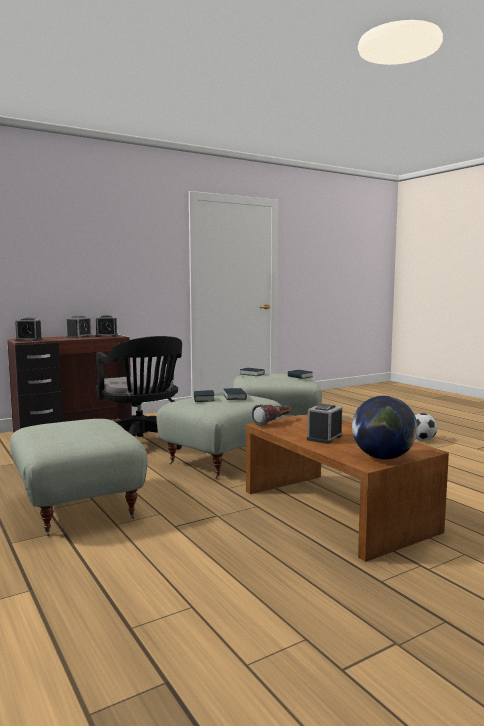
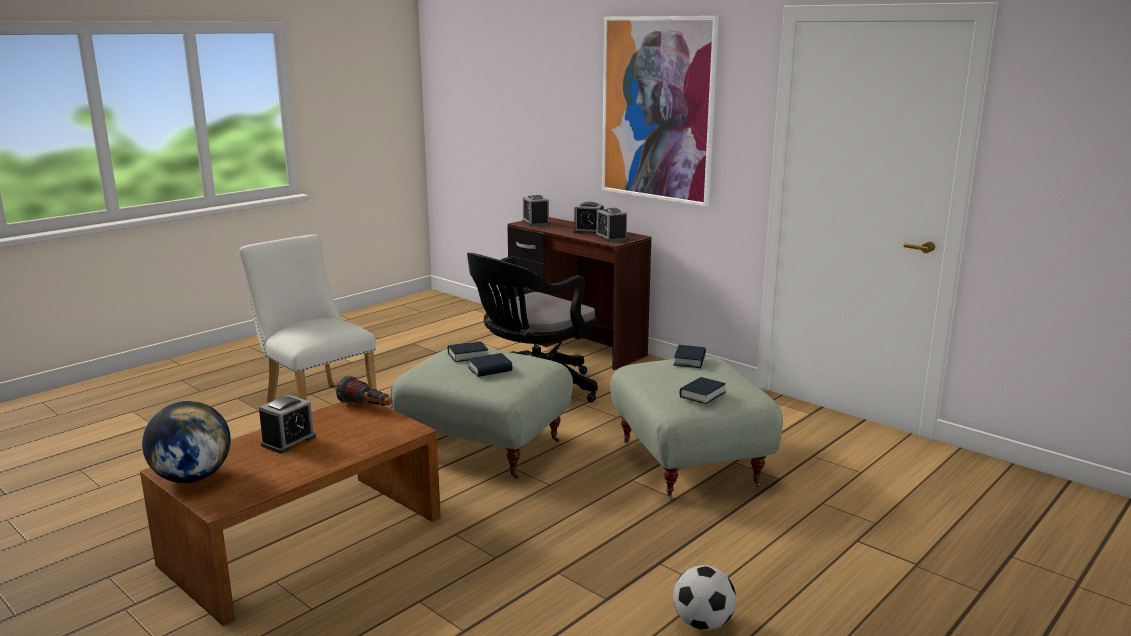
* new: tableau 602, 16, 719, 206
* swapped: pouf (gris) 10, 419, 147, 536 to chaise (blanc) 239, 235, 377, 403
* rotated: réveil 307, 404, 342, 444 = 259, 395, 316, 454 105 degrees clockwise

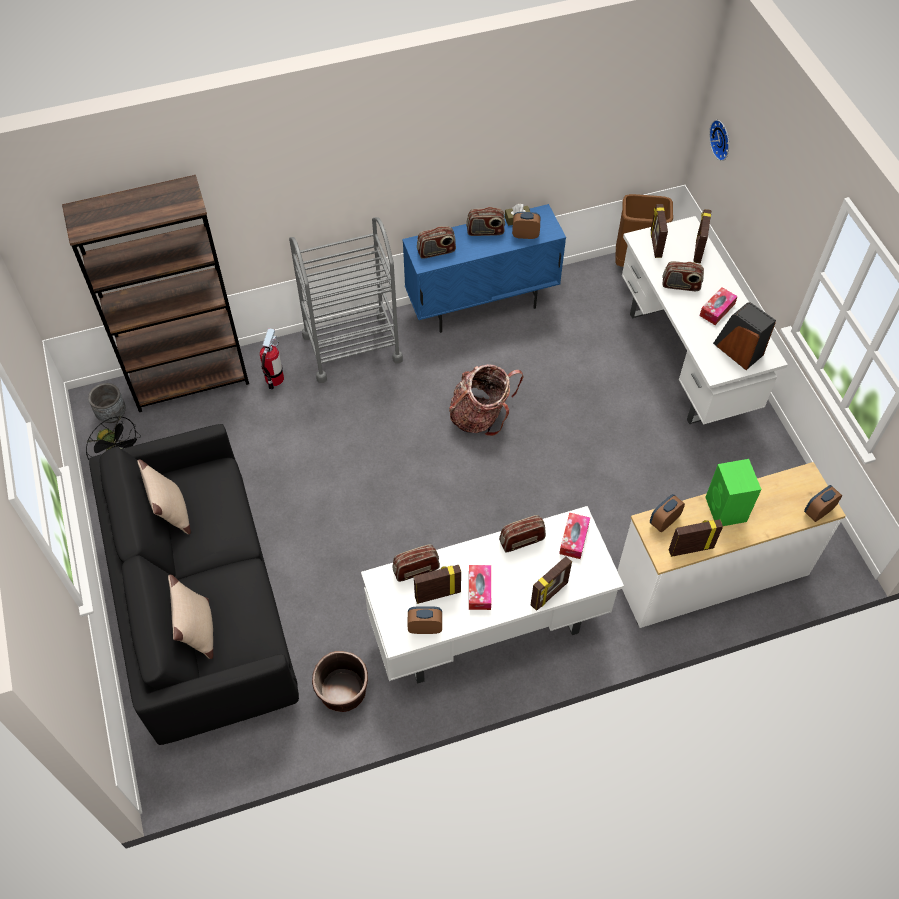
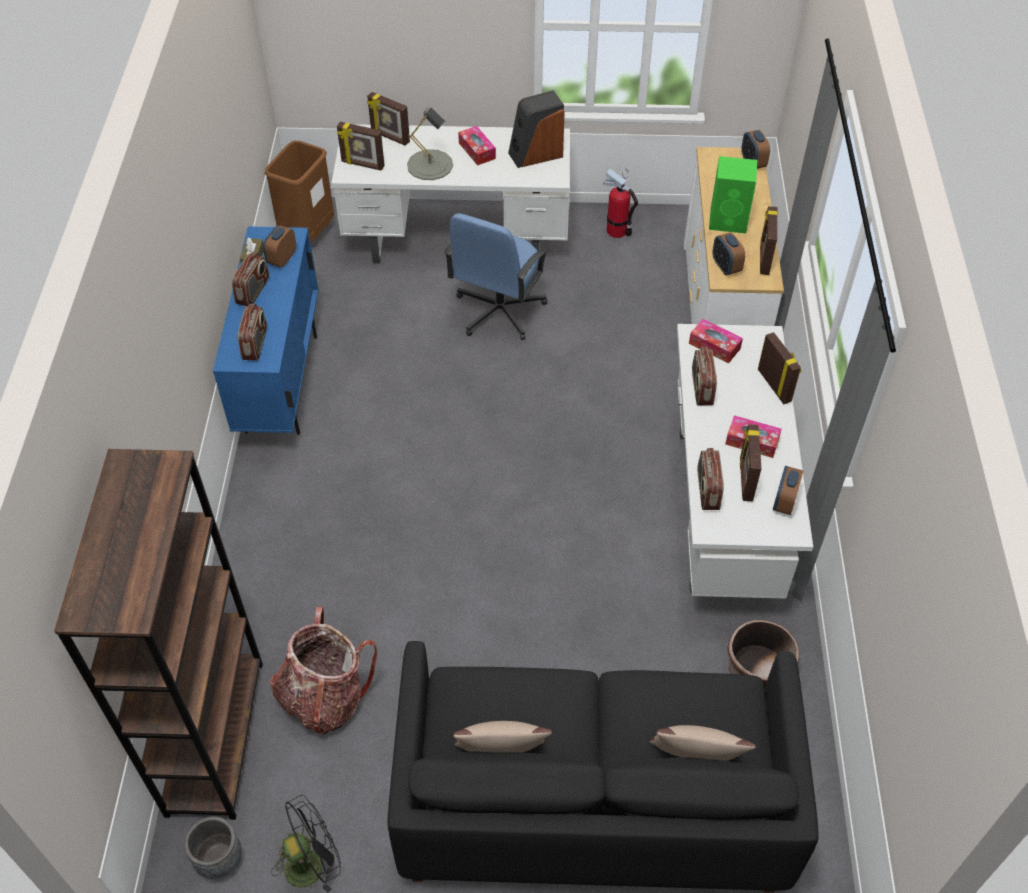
* gone: chariot (gris) 289, 217, 403, 383
* gone: horloge murale 709, 120, 729, 161
* new: chaise de bureau (bleu) 444, 213, 548, 340
* shifted: extincteur 260, 328, 284, 390 to 603, 169, 638, 238
* shifted: sac à dos 449, 364, 524, 436 to 270, 606, 377, 735
* swapped: radio 662, 261, 704, 291 to lampe de table (gris) 407, 108, 453, 180

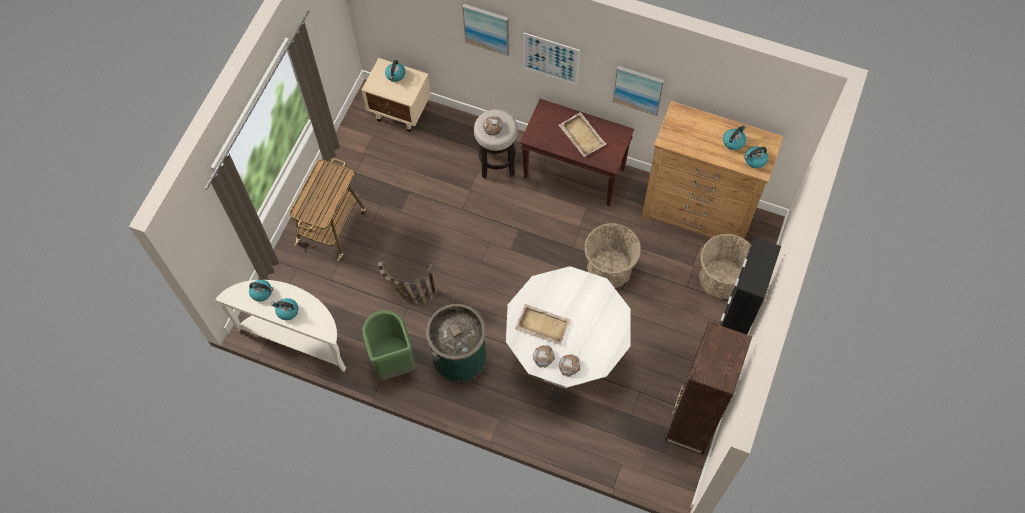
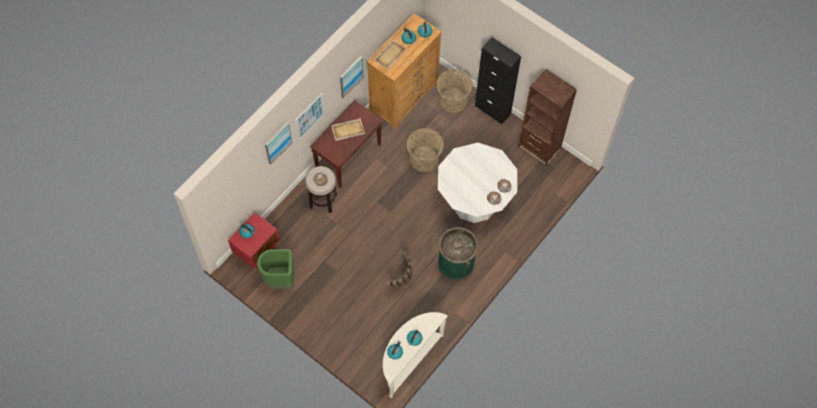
* gone: chariot 289, 158, 366, 261
* shifted: poubelle (vert) 363, 310, 416, 380 to 257, 249, 294, 289
* shifted: plateau (beige) 515, 304, 571, 345 to 374, 40, 407, 70
* repainted: table de chevet (beige) 362, 58, 431, 132 to table de chevet (rouge) 228, 212, 280, 268

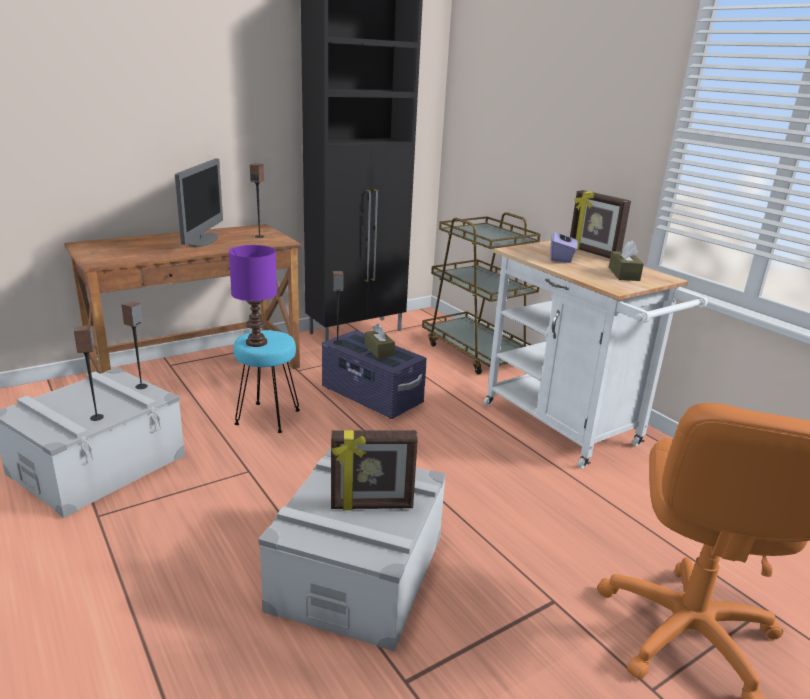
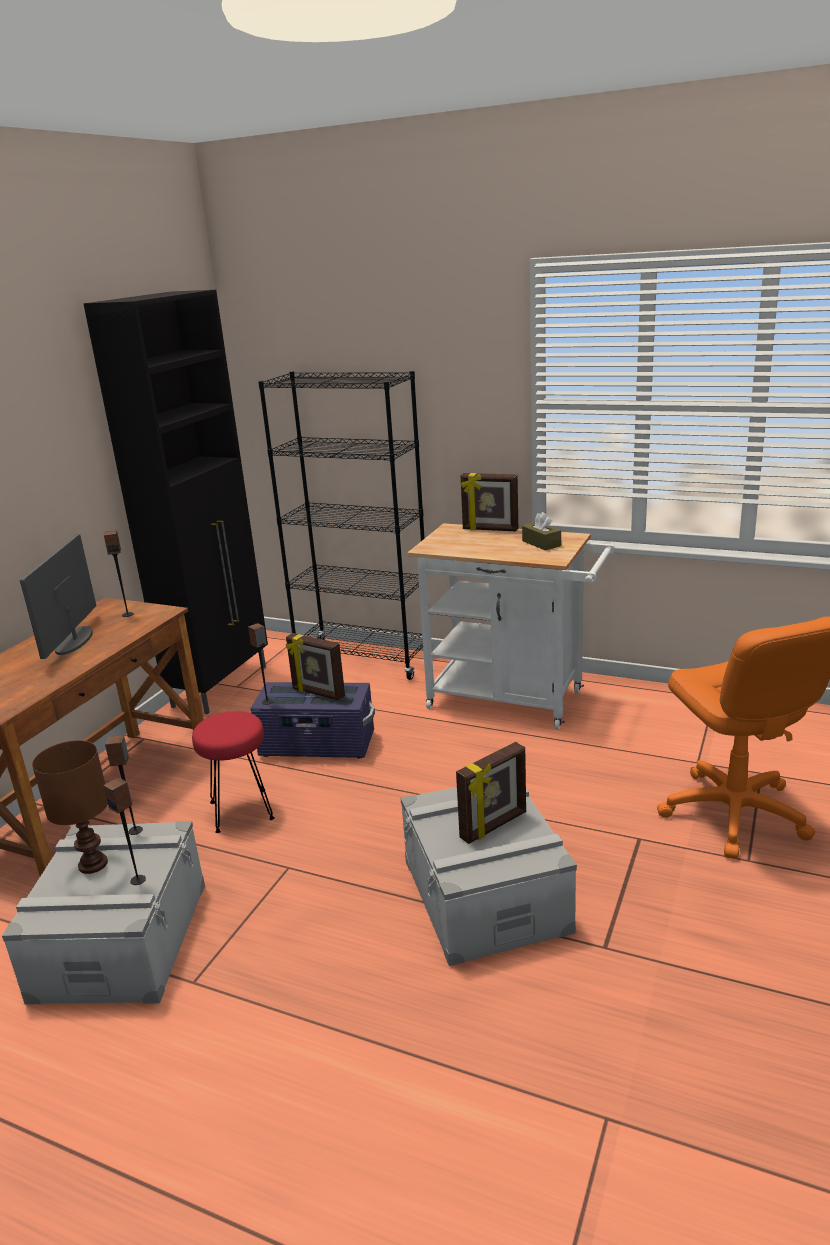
* gone: lampe de table (violet) 229, 245, 277, 347
* gone: boîte à mouchoirs (violet) 550, 228, 578, 263
* new: lampe de table (marron) 32, 740, 108, 874
* swapped: boîte à mouchoirs (marron) 365, 324, 395, 359 to cadre photo 286, 633, 345, 700
* swapped: chariot (marron) 422, 212, 541, 374 to bibliothèque (noir) 258, 371, 433, 680
* repainted: tabouret (turquoise) 233, 330, 300, 433 to tabouret (rouge) 192, 711, 275, 833
* rotated: écran d'ordinateur 175, 159, 223, 247 = 20, 534, 96, 659 150 degrees counterclockwise

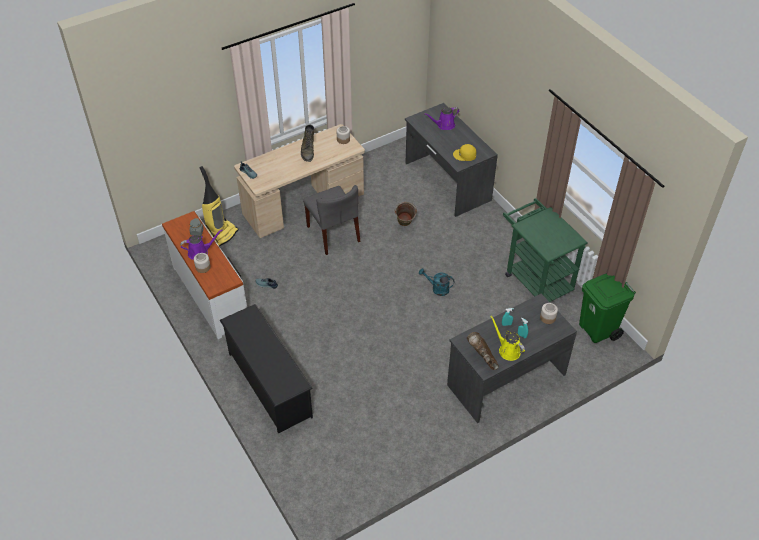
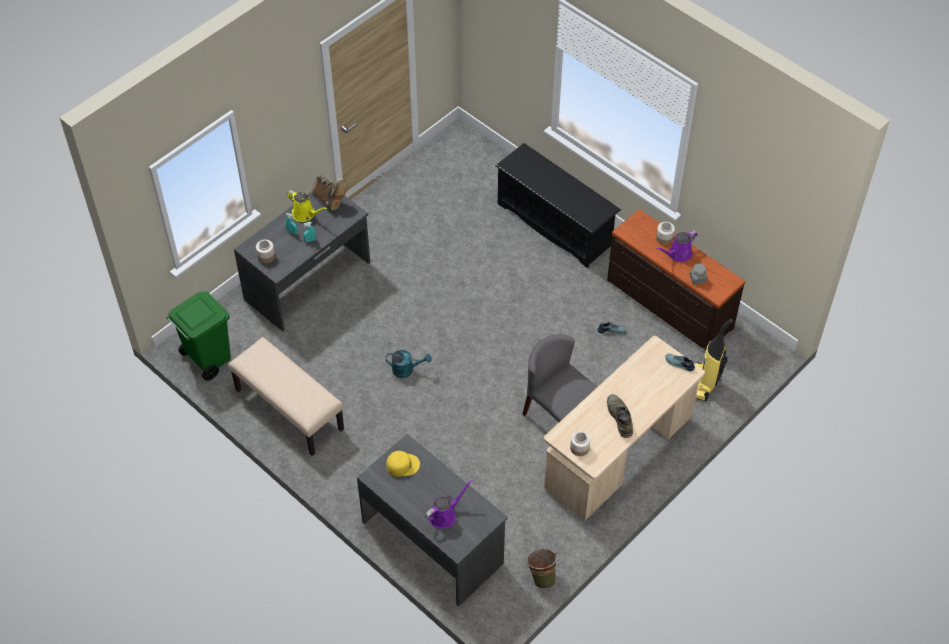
* shifted: seau (vert) 395, 202, 417, 226 to 526, 549, 558, 589
* swapped: chariot (vert) 503, 198, 588, 302 to banc (beige) 228, 337, 344, 456
* repainted: commode (blanc) 162, 211, 247, 339 to commode (marron) 607, 209, 746, 351

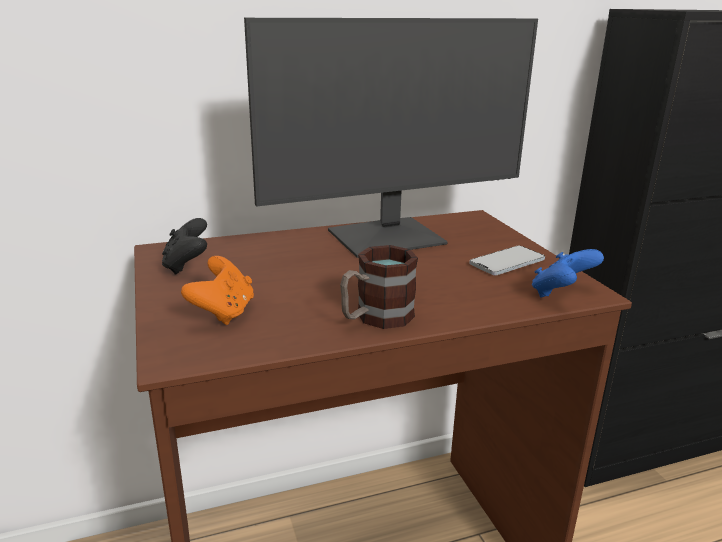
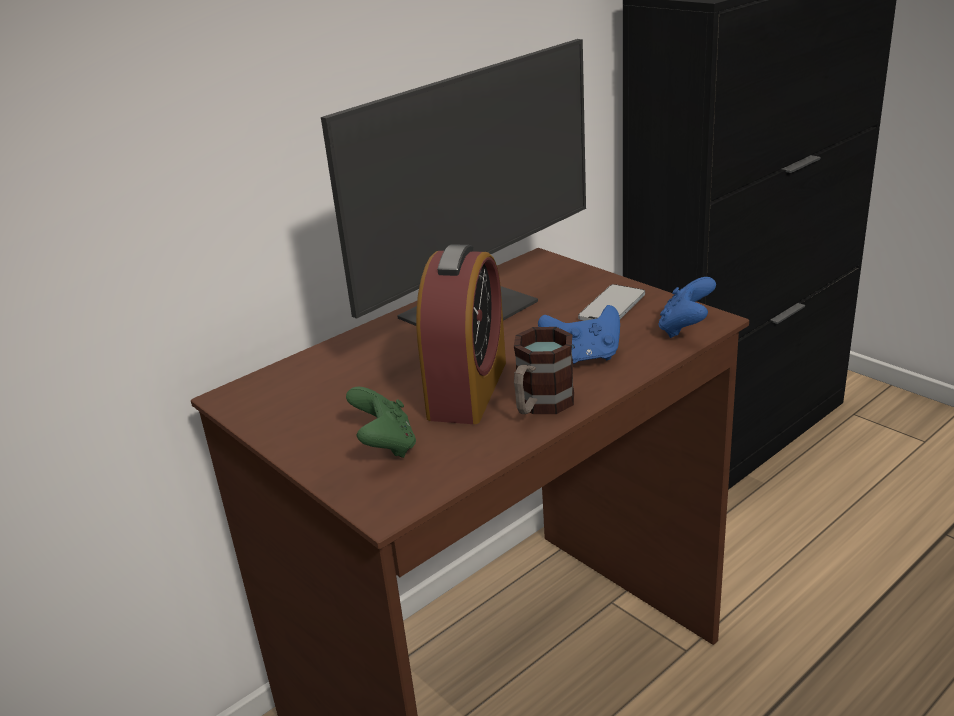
* gone: manette (noir) 162, 218, 207, 275
* new: réveil 416, 244, 506, 424
* new: manette (bleu) 538, 305, 620, 364
* repainted: manette (orange) 181, 256, 254, 325 to manette (vert) 346, 387, 416, 458

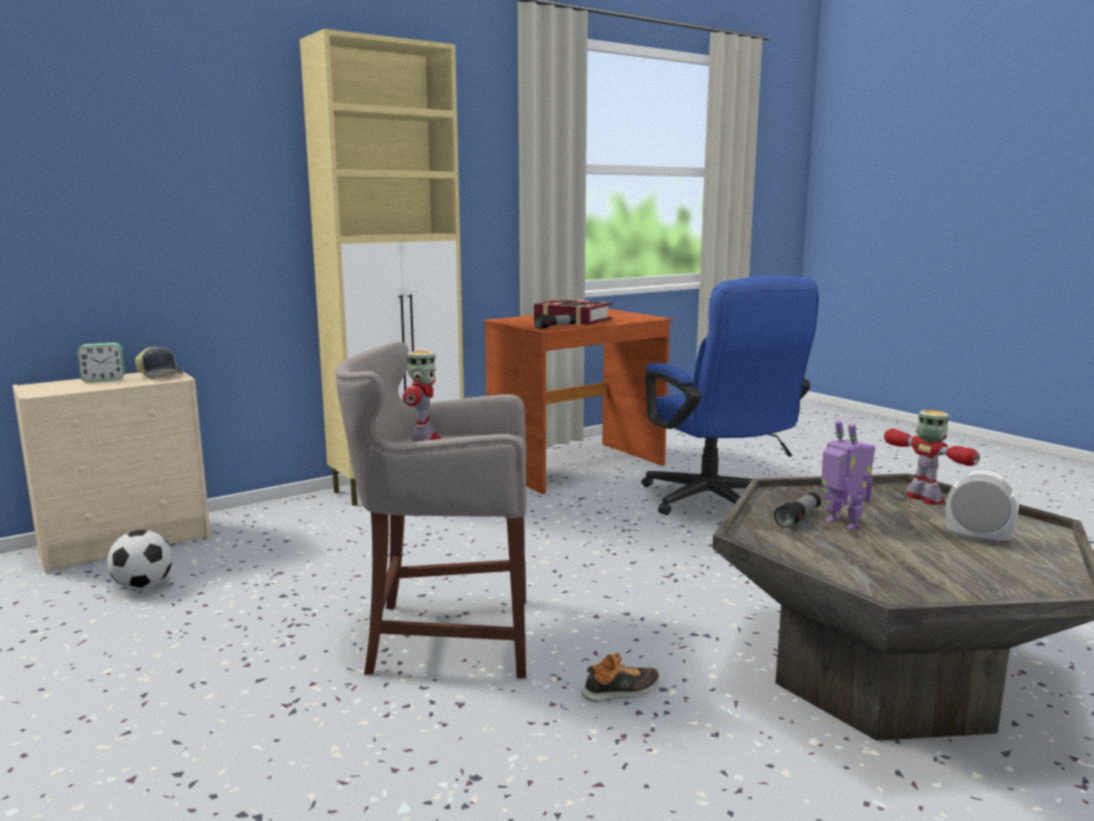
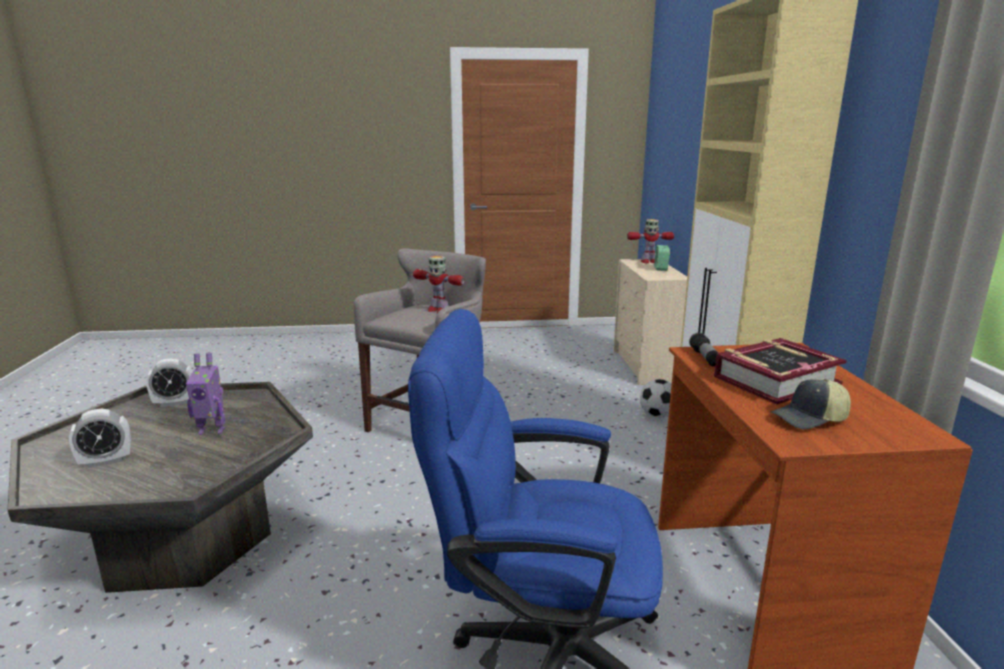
* gone: chaussure 581, 652, 659, 702
* gone: lampe de poche 774, 492, 821, 528
* new: réveil 146, 358, 193, 407
* shifted: ballon de foot 107, 530, 173, 590 to 640, 379, 672, 418
* shifted: casquette 135, 346, 183, 379 to 770, 379, 851, 429
* shifted: robot jouet 884, 410, 980, 505 to 627, 219, 674, 264

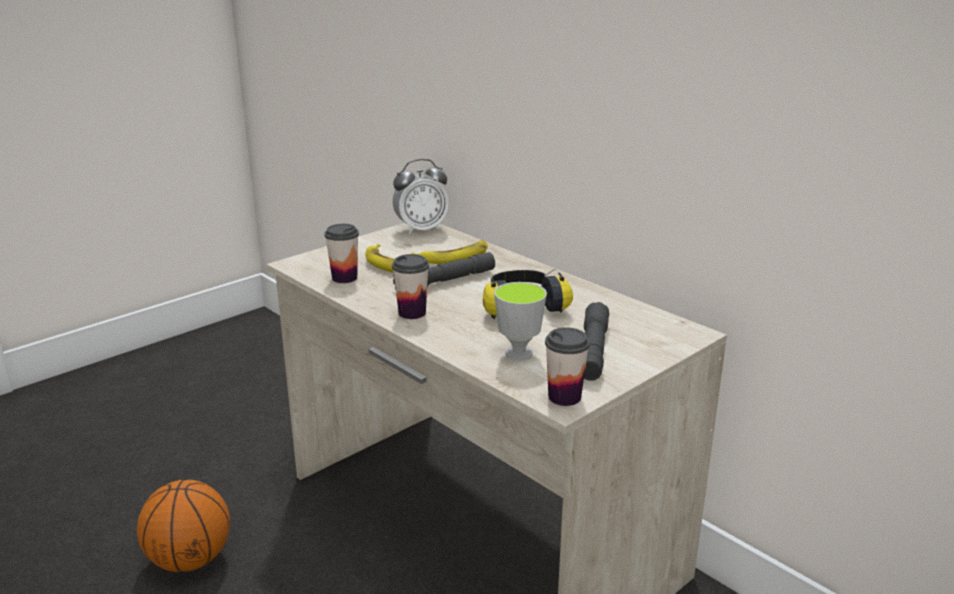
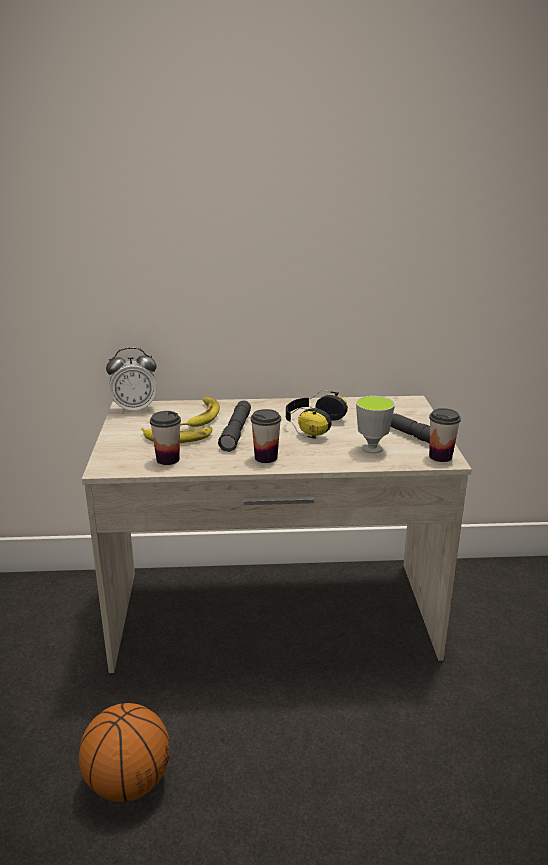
* rotated: réveil 393, 159, 449, 235 = 106, 347, 157, 414 60 degrees clockwise

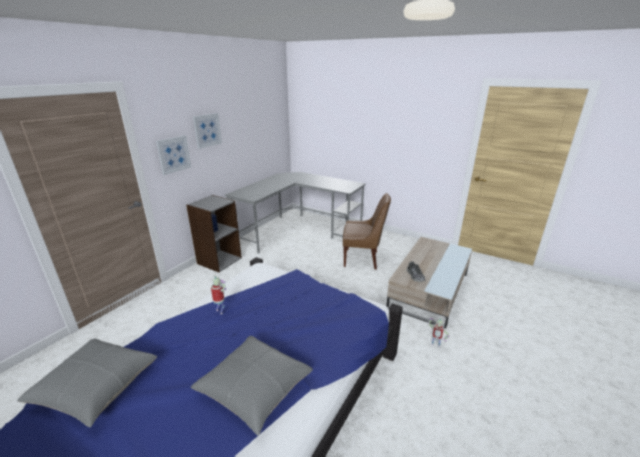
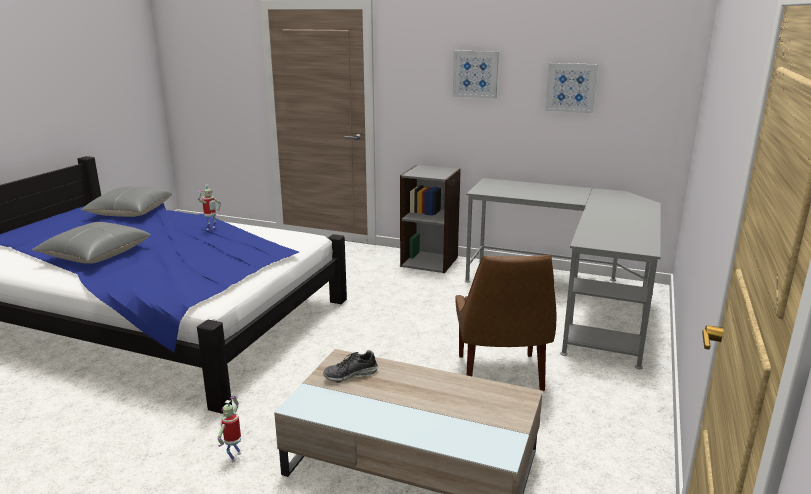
* shifted: tableau 156, 135, 191, 175 to 545, 63, 598, 113

